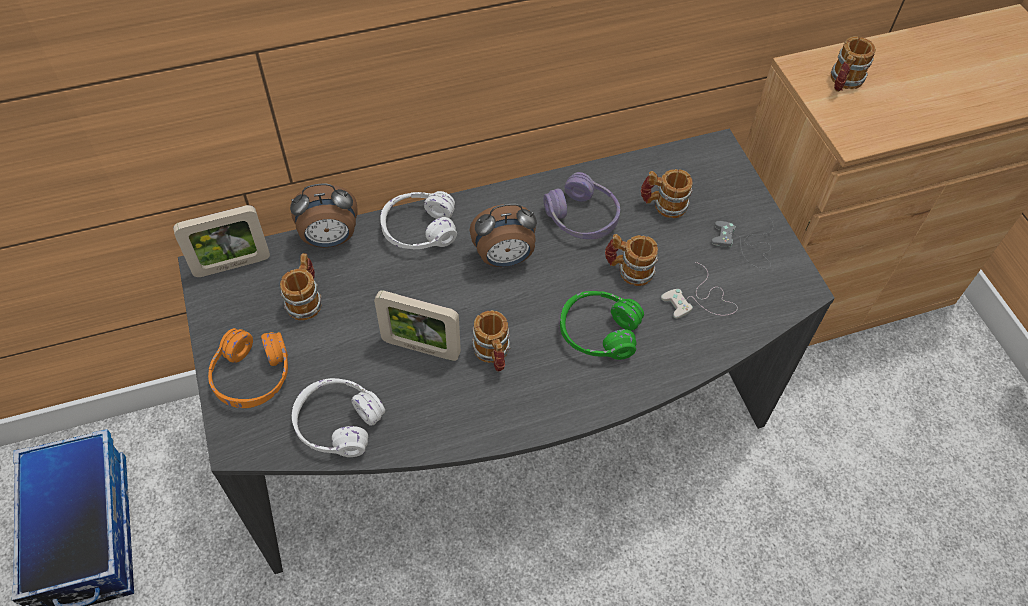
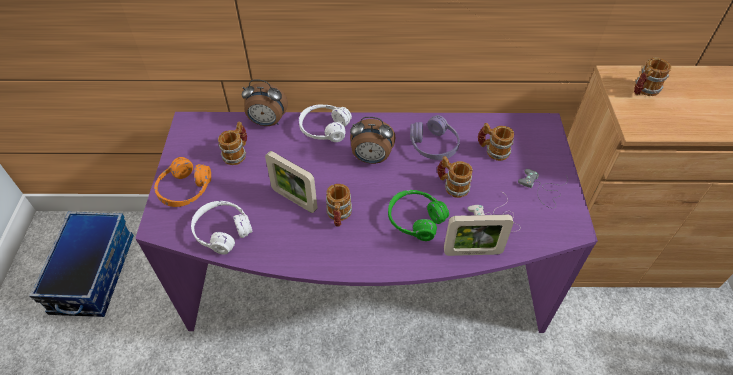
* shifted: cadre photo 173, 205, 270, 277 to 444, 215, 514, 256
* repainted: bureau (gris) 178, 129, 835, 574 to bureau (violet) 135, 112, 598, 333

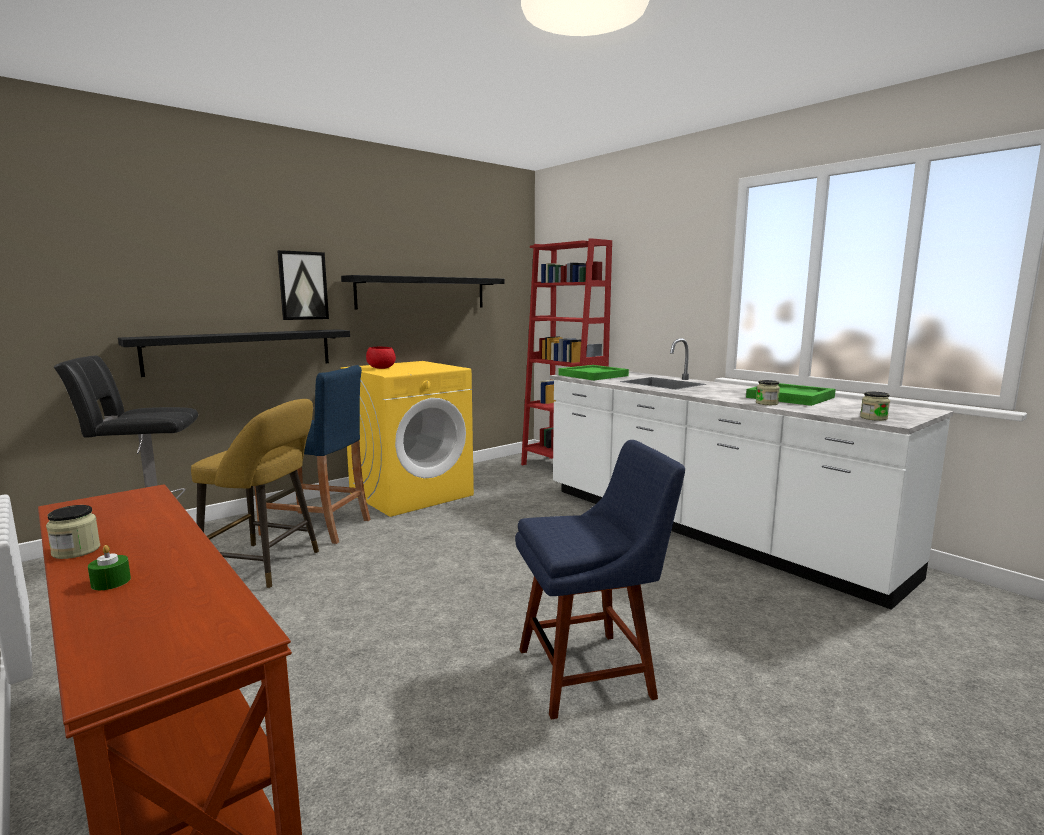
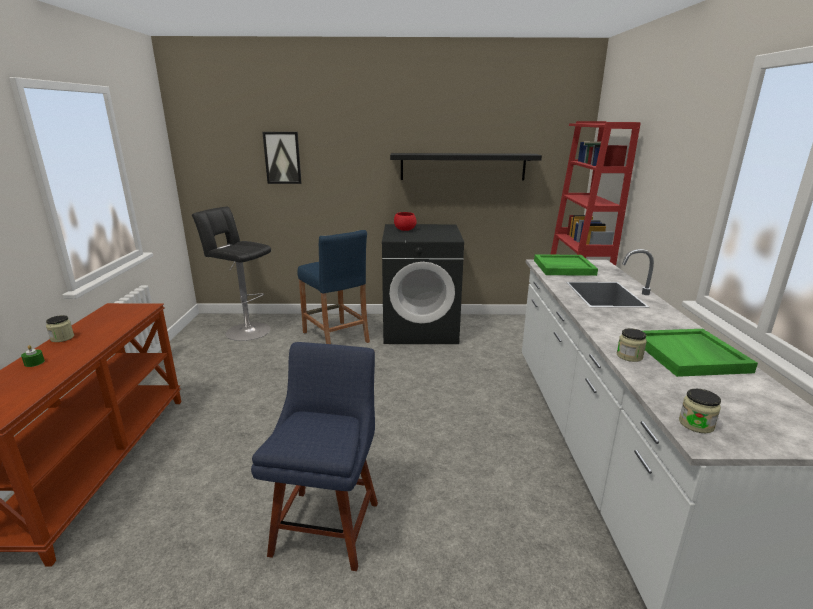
* gone: étagère (noir) 118, 329, 350, 377
* gone: tabouret (jaune) 191, 399, 319, 589
* shifted: tableau 277, 250, 329, 320 to 262, 132, 302, 184
* repainted: lave-linge (jaune) 341, 361, 474, 517 to lave-linge (noir) 382, 224, 464, 344
* rotated: chaise (bleu) 515, 440, 685, 720 = 251, 342, 378, 571 105 degrees counterclockwise

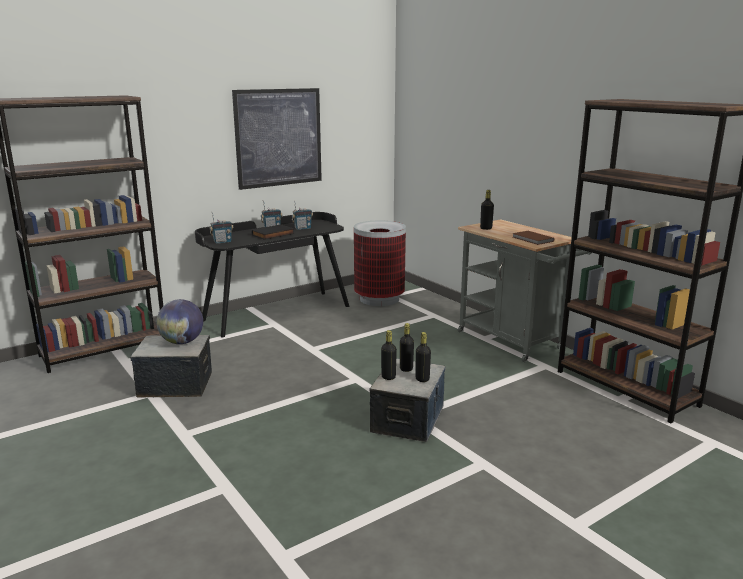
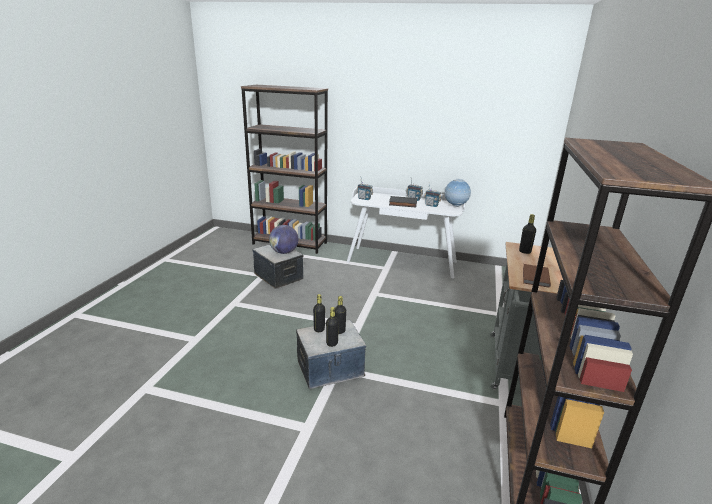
* gone: tableau 232, 88, 322, 190
* gone: poubelle 354, 220, 406, 306
* new: globe 444, 179, 471, 207
* repainted: bureau (noir) 195, 212, 349, 338 to bureau (blanc) 347, 187, 466, 278

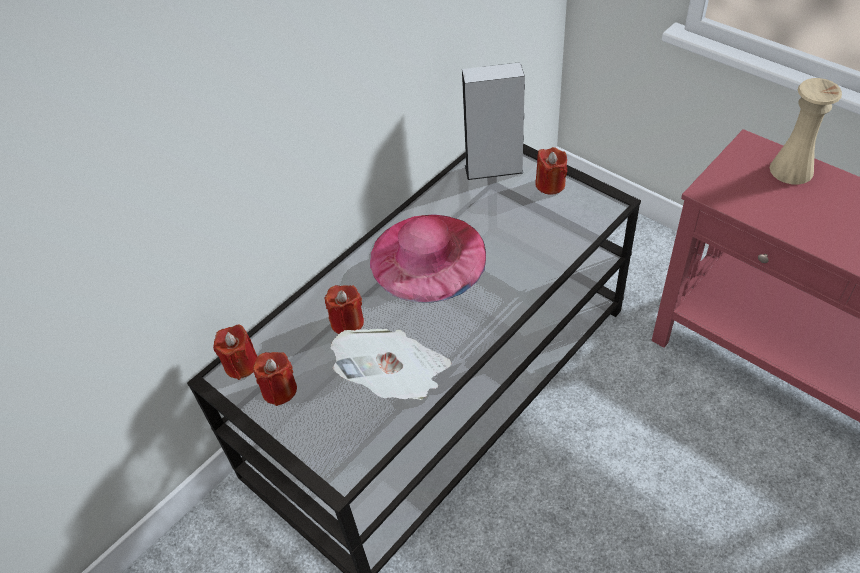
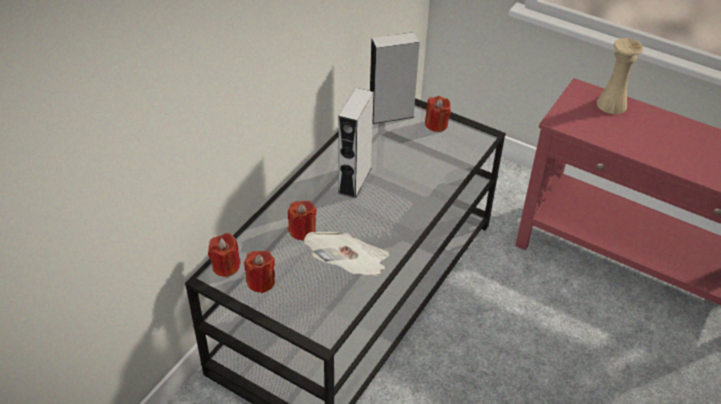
* swapped: chapeau (rose) 370, 214, 486, 303 to enceinte (gris) 338, 88, 374, 199

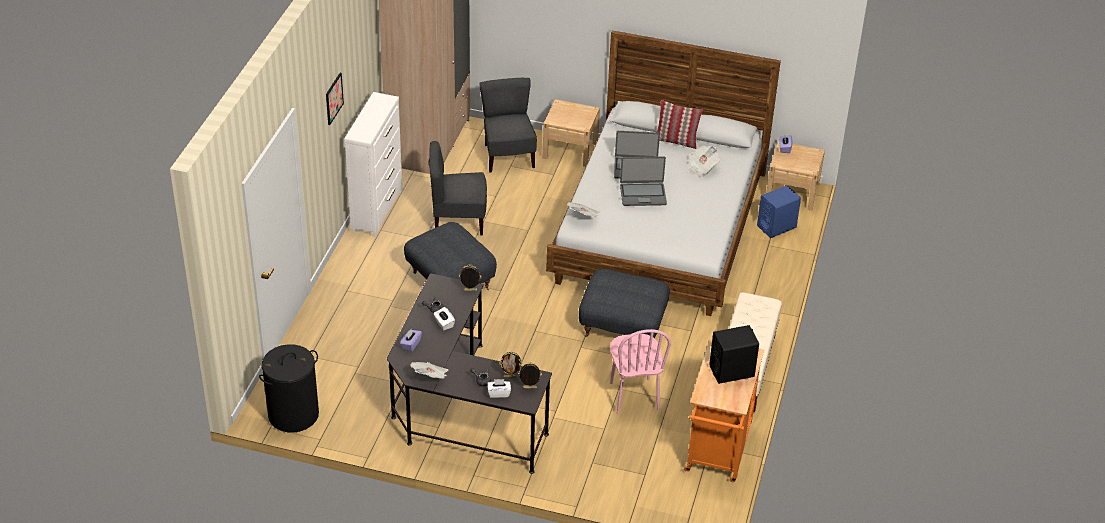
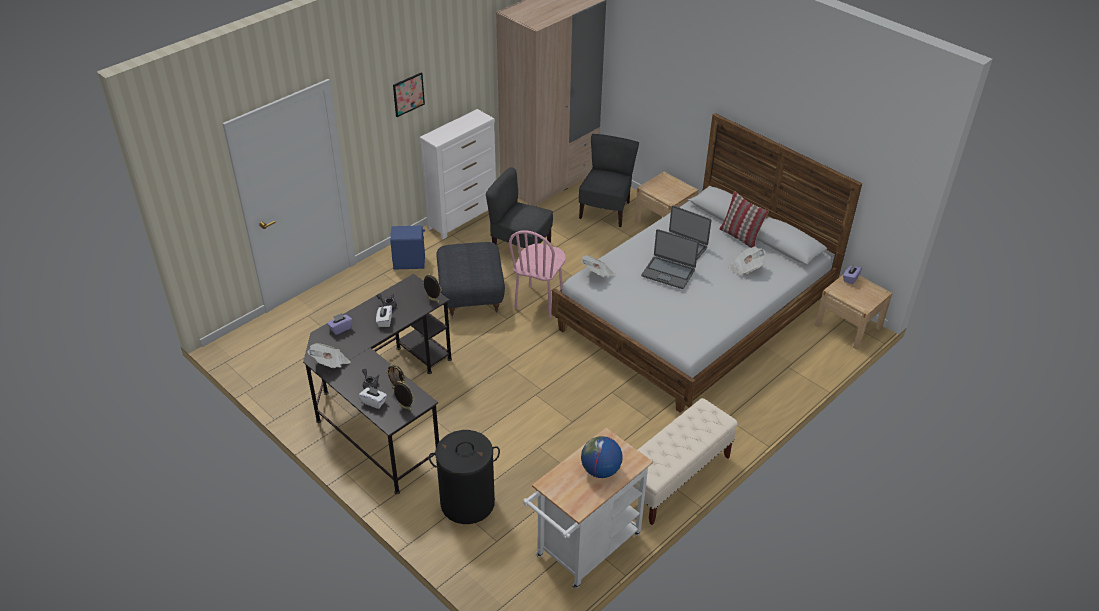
* gone: pouf (gris) 579, 269, 670, 338
* shifted: panier à linge (noir) 259, 344, 319, 433 to 429, 430, 500, 524
* shifted: chaise (rose) 610, 329, 671, 414 to 509, 230, 566, 318
* shifted: enceinte (bleu) 757, 185, 801, 238 to 390, 226, 425, 270
* swapped: enceinte (noir) 709, 325, 759, 384 to globe 581, 436, 623, 478
* repainted: chariot (orange) 684, 338, 764, 482 to chariot (blanc) 523, 428, 653, 589

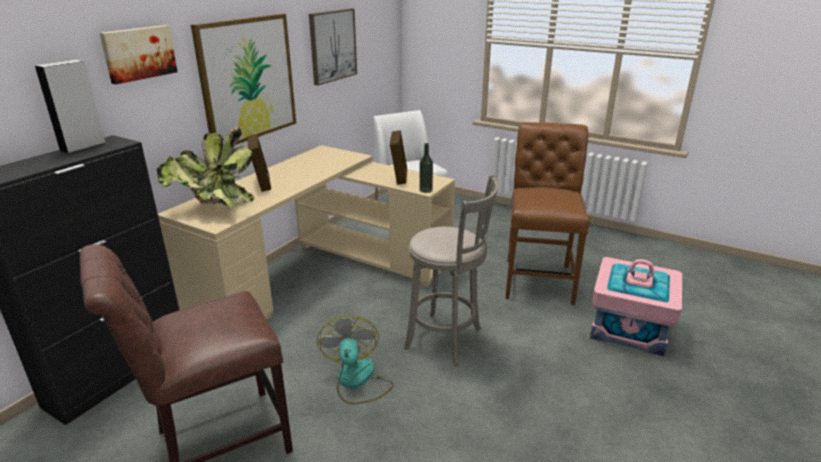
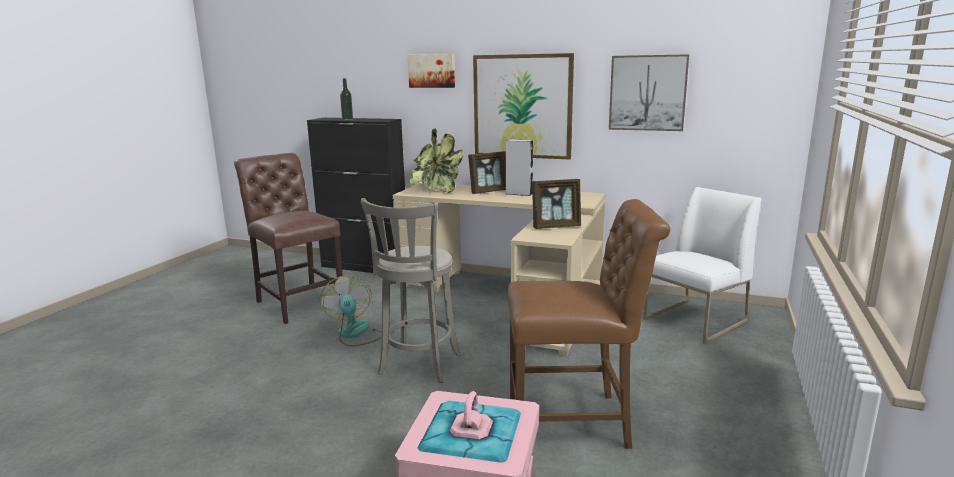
* shifted: enceinte (gris) 35, 60, 105, 154 to 506, 139, 533, 196
* shifted: bouteille 419, 143, 433, 193 to 340, 78, 353, 120
* rotated: ventilateur 317, 315, 394, 404 = 319, 276, 382, 346 90 degrees counterclockwise

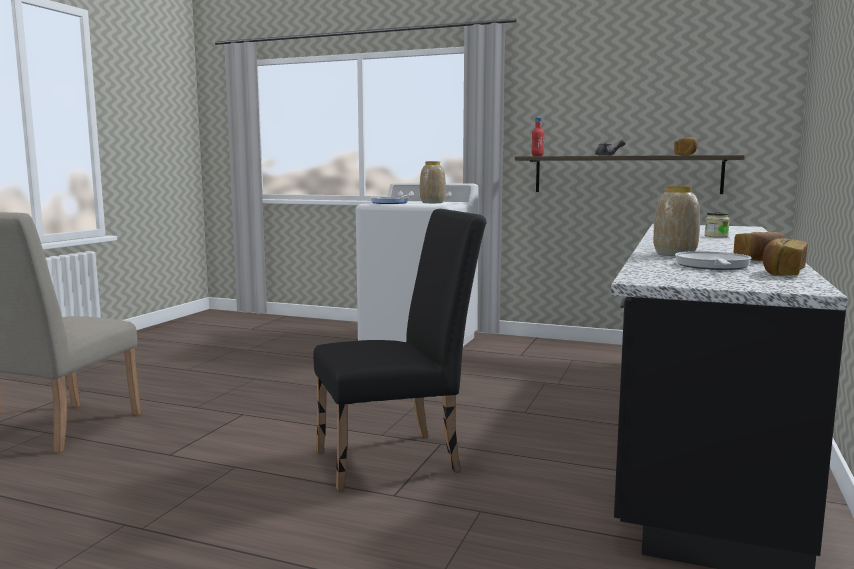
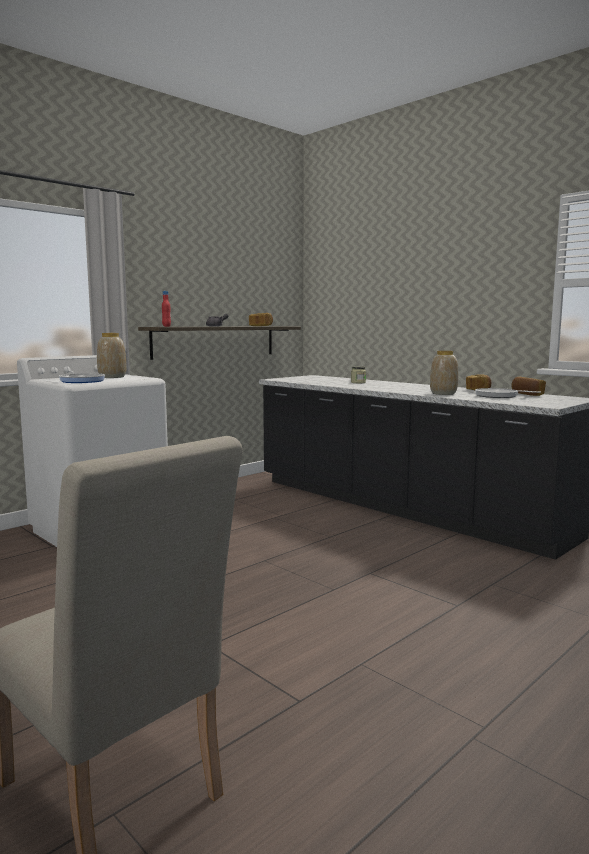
* gone: chaise (noir) 314, 209, 487, 491

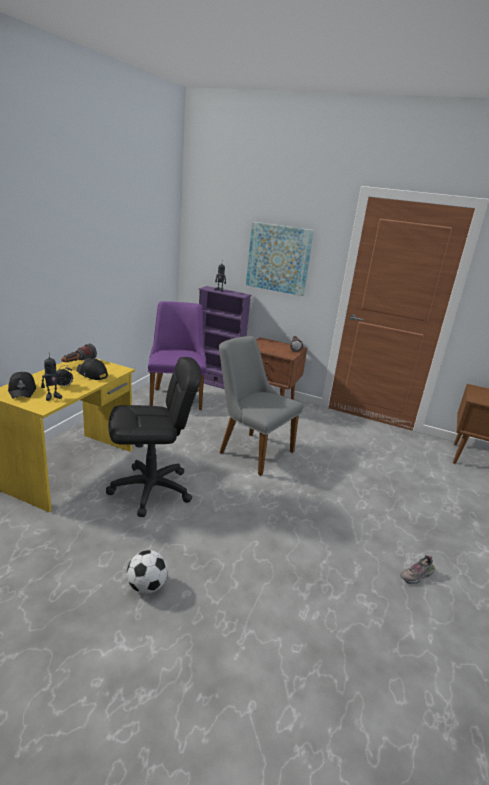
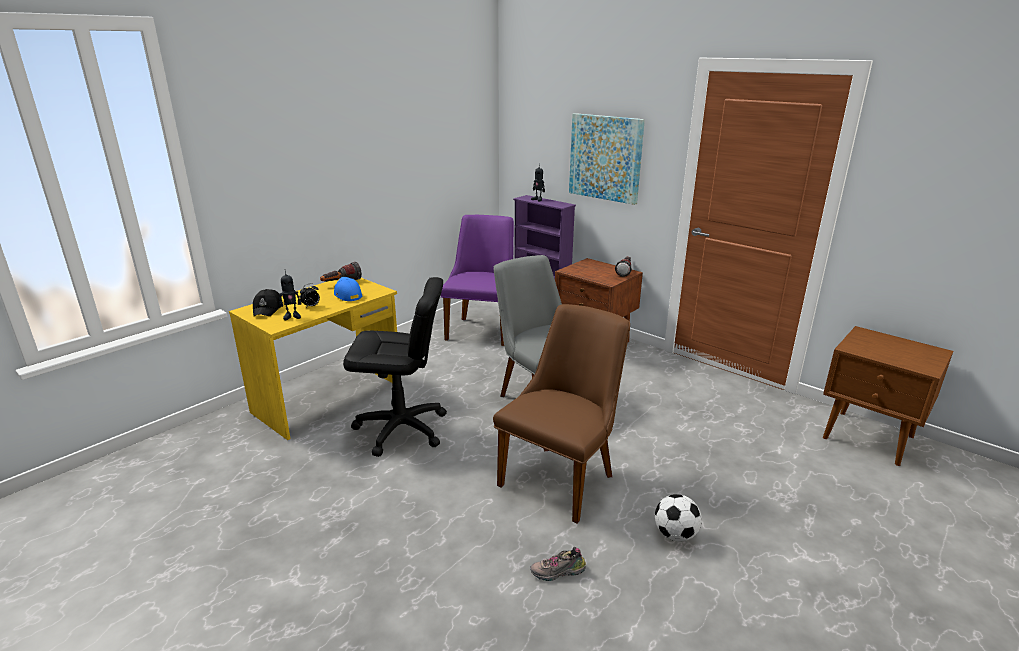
* new: chaise (marron) 493, 304, 630, 523
* shifted: ballon de foot 127, 550, 168, 594 to 655, 494, 702, 542
* shifted: chaussure 400, 555, 435, 584 to 530, 547, 586, 581
* repainted: casquette (noir) 76, 358, 108, 380 to casquette (bleu) 334, 277, 362, 301

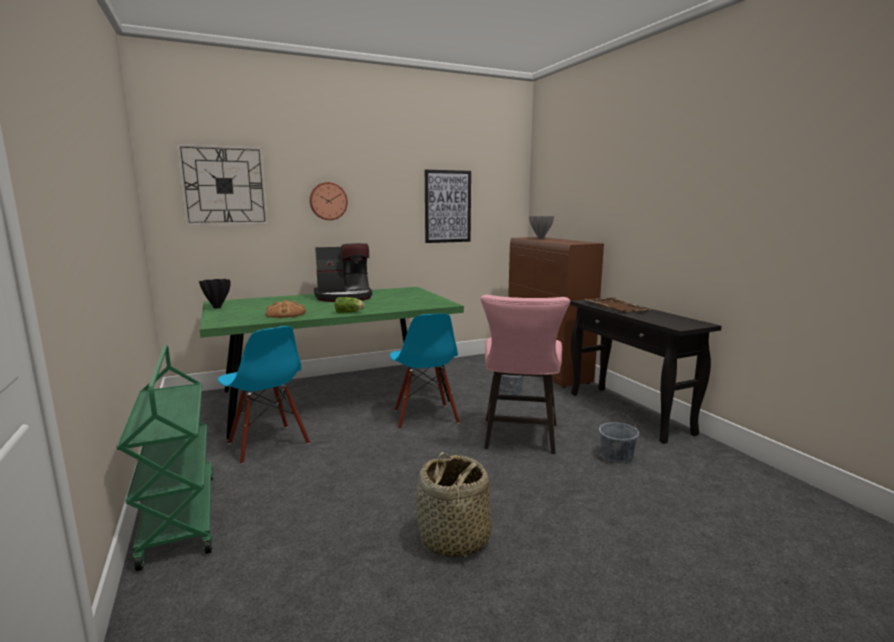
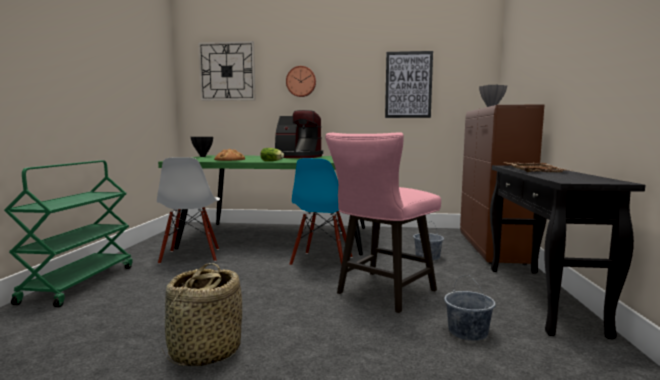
* repainted: chaise (bleu) 218, 326, 310, 464 to chaise (blanc) 157, 157, 220, 264

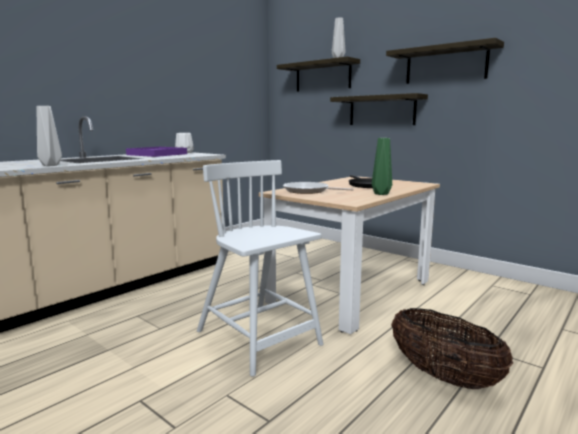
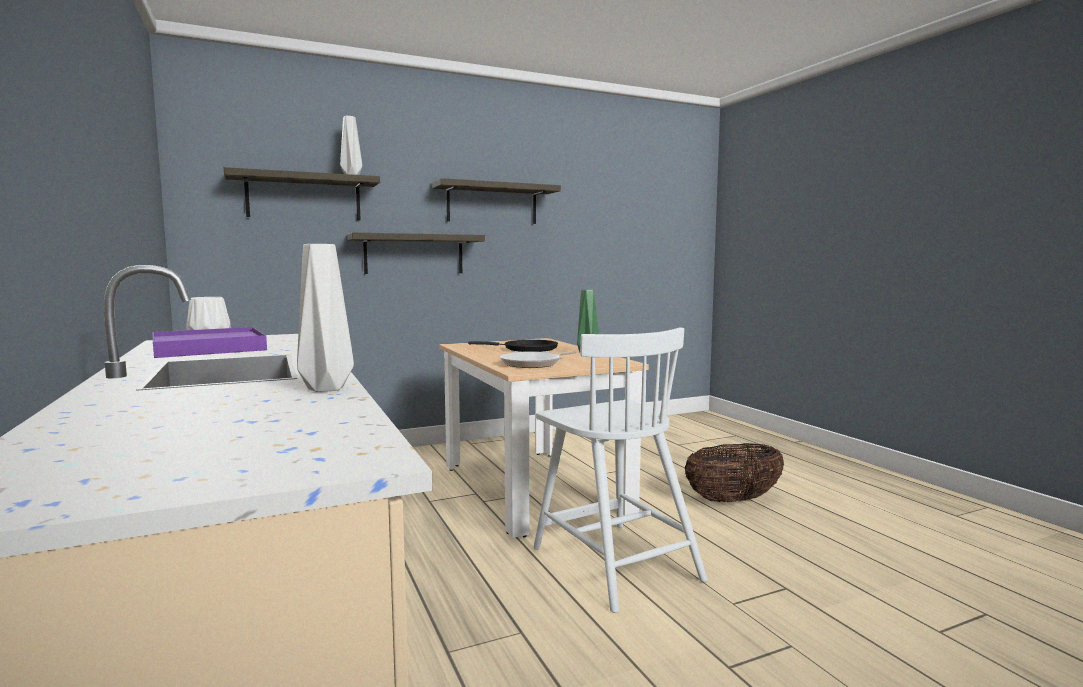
* rotated: chaise (blanc) 197, 160, 323, 377 = 533, 327, 708, 613 105 degrees counterclockwise

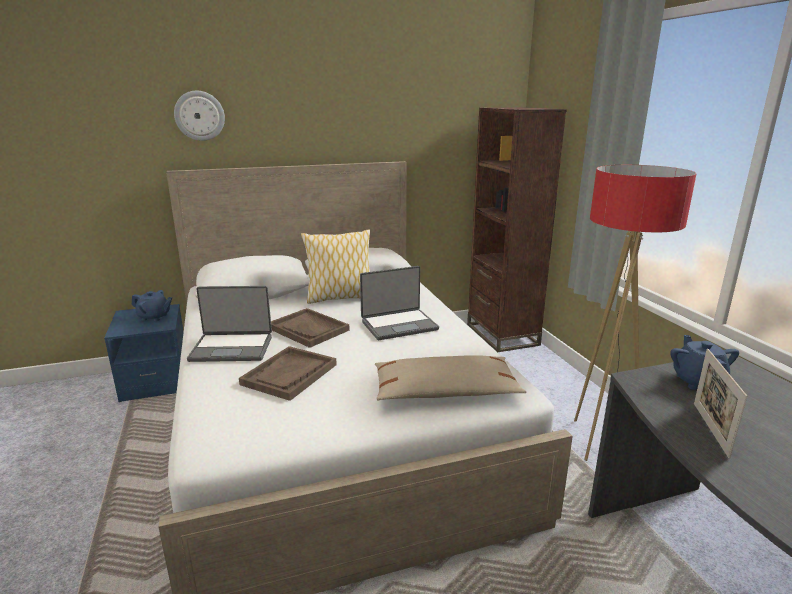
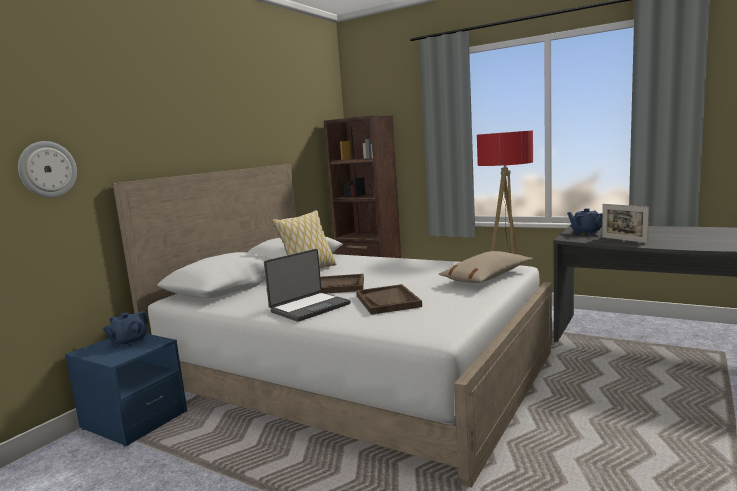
* gone: ordinateur portable 360, 266, 439, 340
* shifted: horloge murale 174, 91, 225, 141 to 18, 141, 77, 198
* rotated: théière (bleu) 132, 290, 172, 321 = 103, 311, 148, 347 150 degrees clockwise

